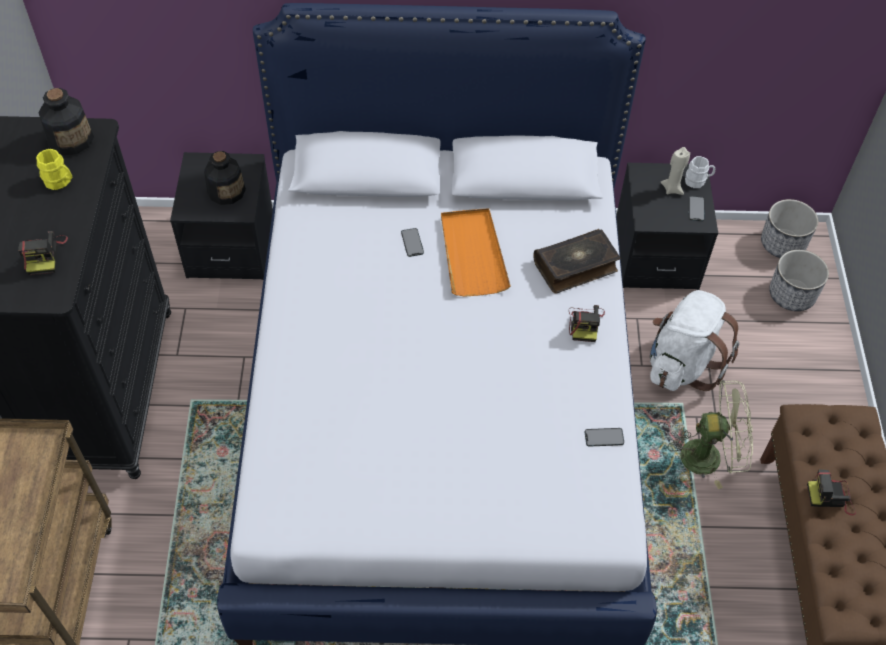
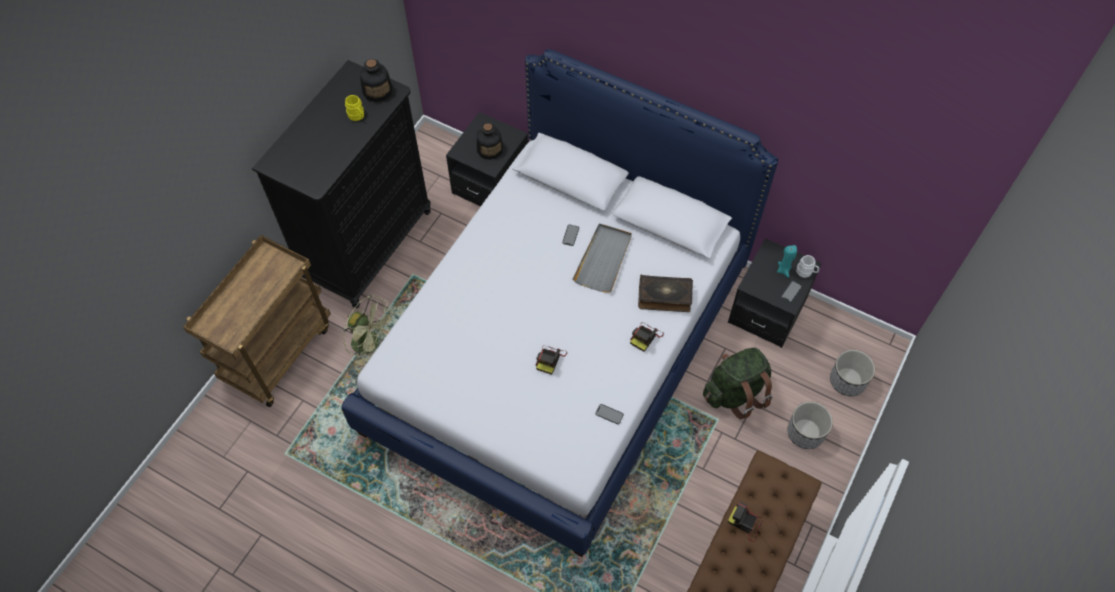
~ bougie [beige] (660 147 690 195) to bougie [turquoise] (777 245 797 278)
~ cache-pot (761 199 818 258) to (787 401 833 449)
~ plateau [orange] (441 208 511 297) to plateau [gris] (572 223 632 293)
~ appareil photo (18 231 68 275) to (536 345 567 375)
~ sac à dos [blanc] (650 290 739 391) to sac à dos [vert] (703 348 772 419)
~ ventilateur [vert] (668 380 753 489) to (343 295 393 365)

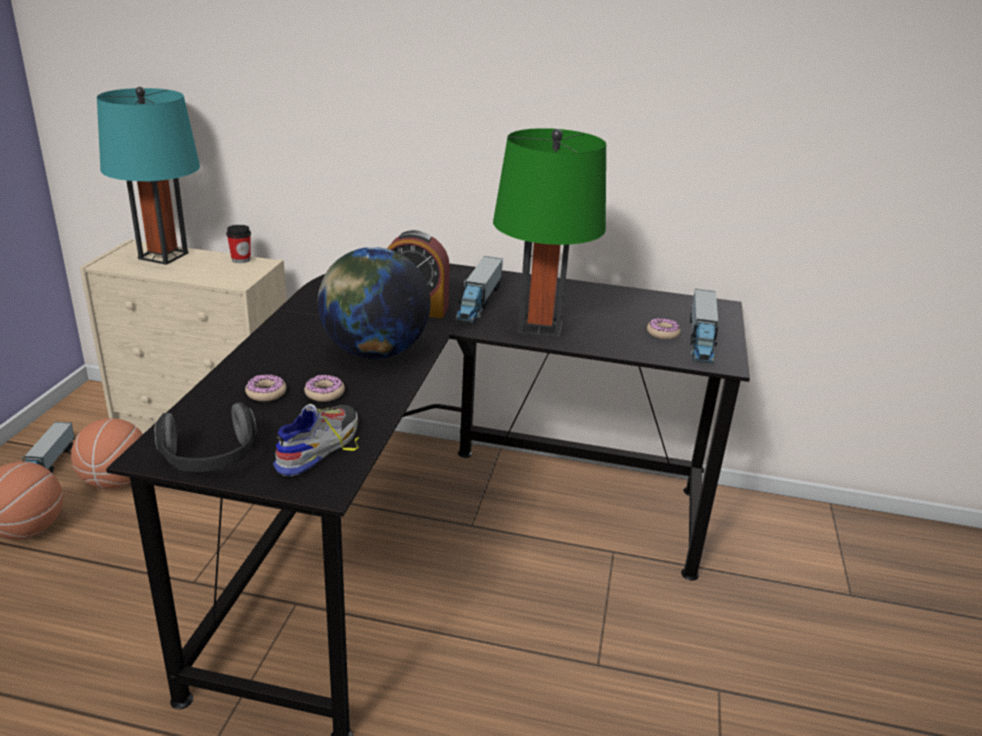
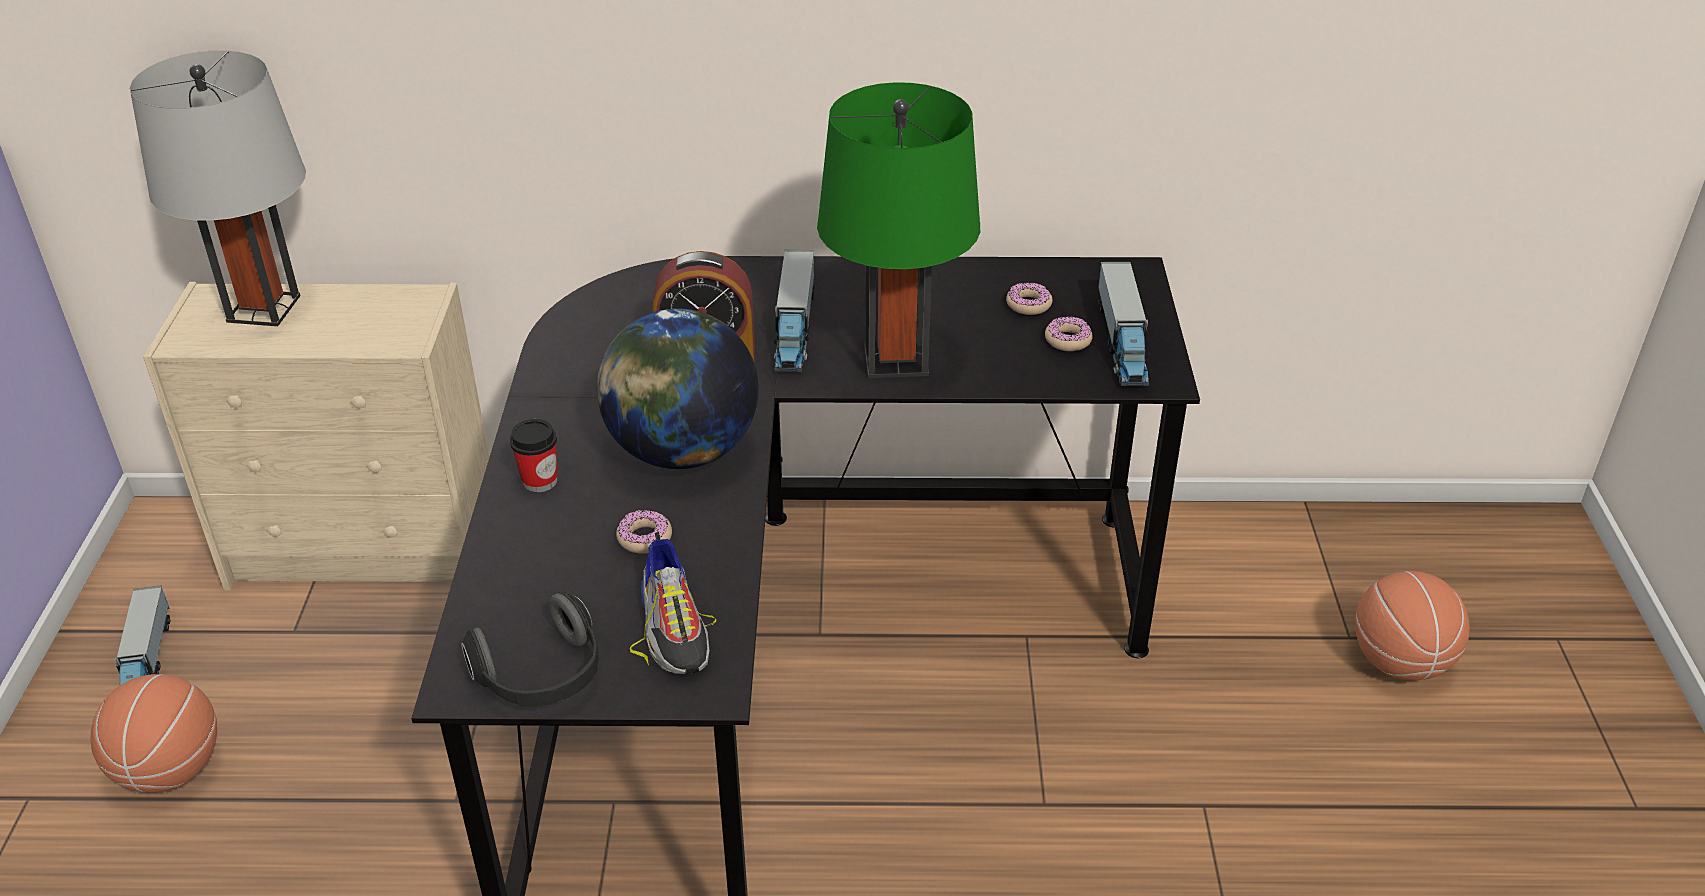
~ lampe de table [turquoise] (97 87 200 265) to lampe de table [gris] (129 50 306 326)
~ tasse (226 225 251 263) to (510 419 558 492)
~ beignet (245 374 286 401) to (1006 282 1052 315)
~ chaussure (273 404 359 477) = (630 532 716 675) 150 degrees clockwise
~ ballon de basket (71 418 143 489) to (1355 571 1469 681)

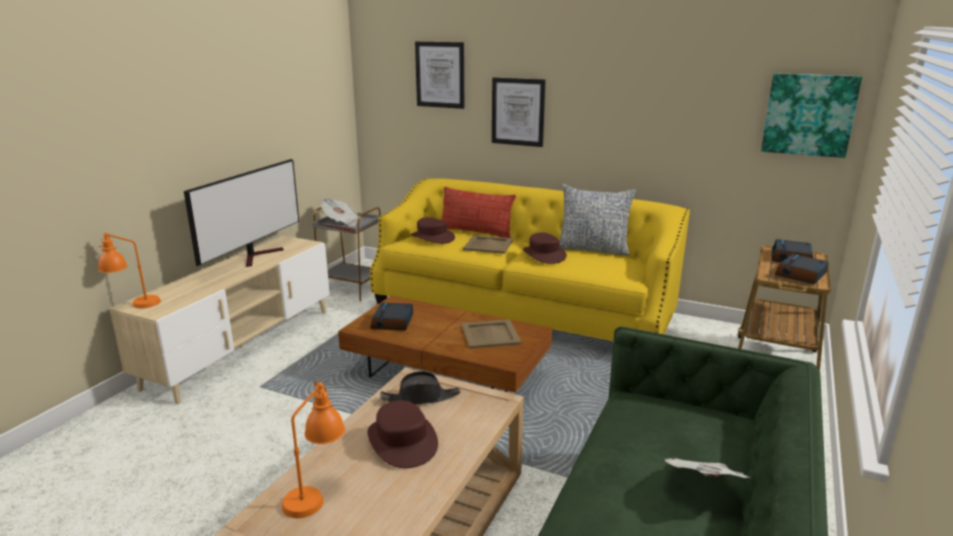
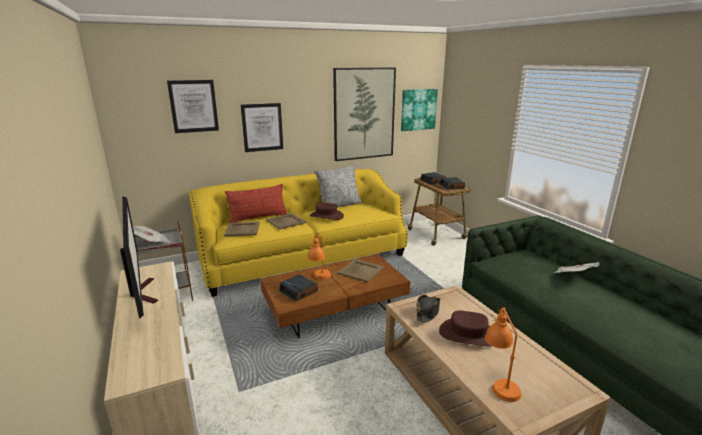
~ chapeau [marron] (411 217 455 244) to plateau [beige] (224 222 260 237)
~ lampe de table [orange] (98 233 161 309) to (308 235 331 279)
+ tableau (333 67 396 161)

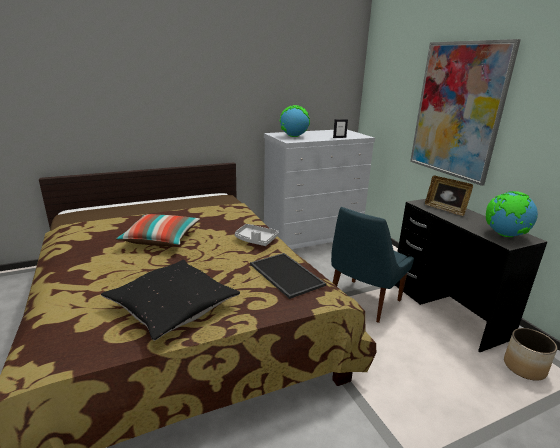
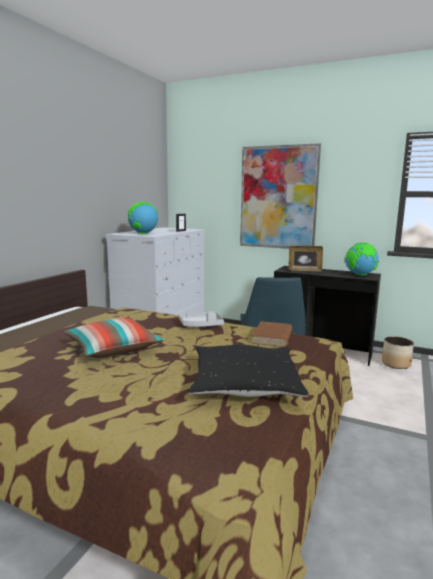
~ plateau (250 253 326 299) to livre [marron] (252 321 293 347)

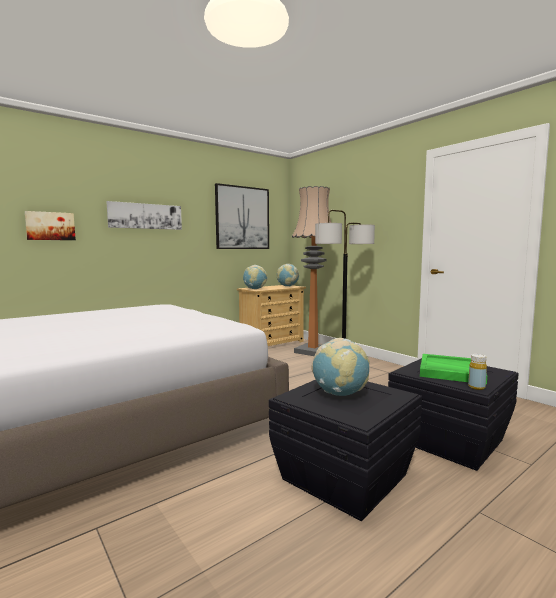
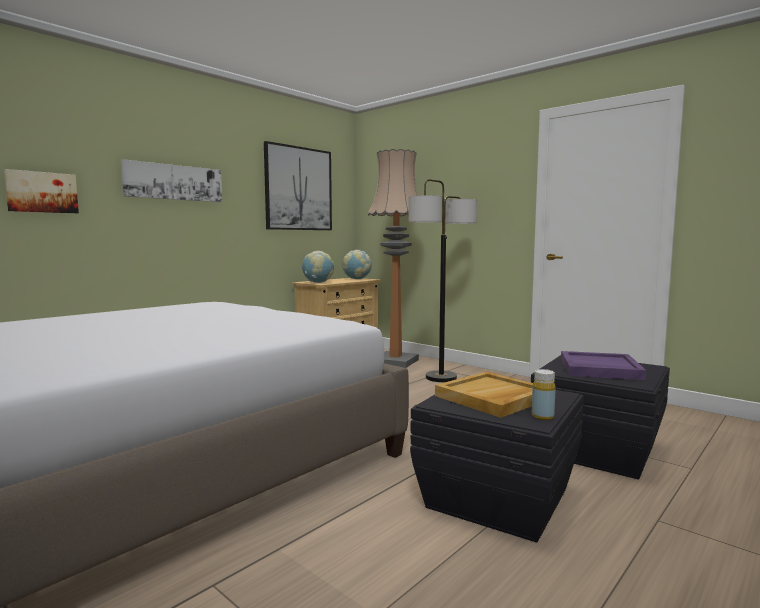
~ globe (312 338 369 396) to plateau [beige] (435 372 533 418)
~ plateau [vert] (420 354 487 385) to plateau [violet] (561 351 646 380)
~ bouteille [jaune] (468 354 487 390) to (532 369 556 420)

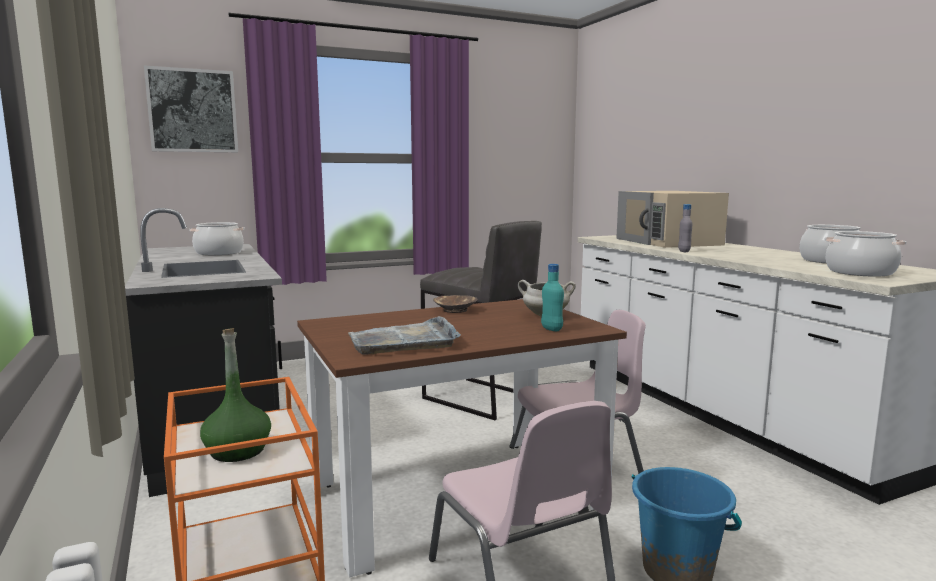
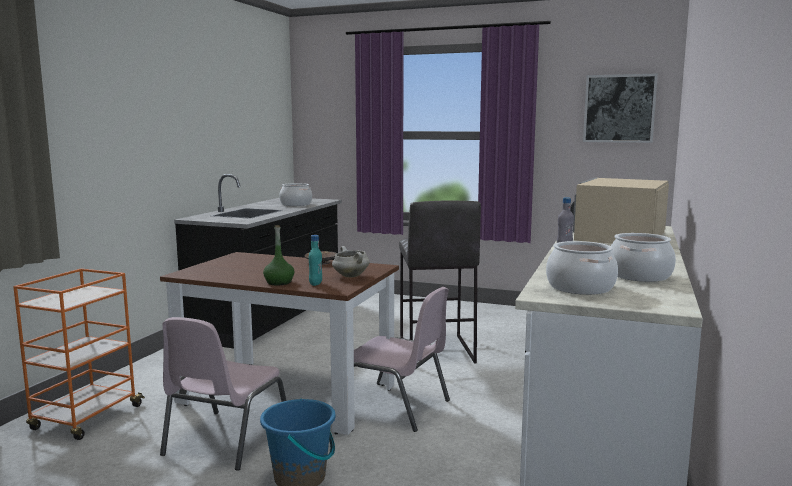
~ tableau (144 66 238 152) to (583 74 658 143)
- plateau [gris] (348 316 461 354)
~ bouteille [vert] (200 328 271 462) to (263 225 294 286)

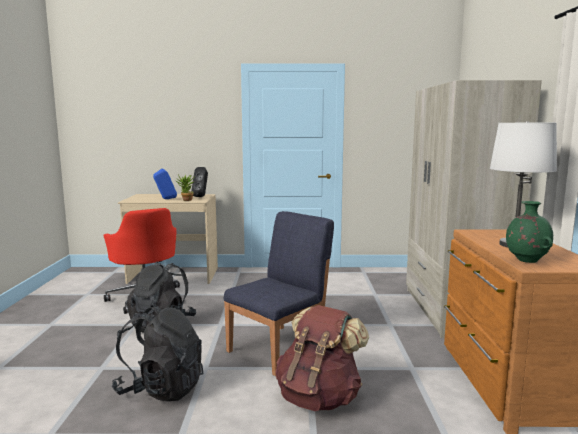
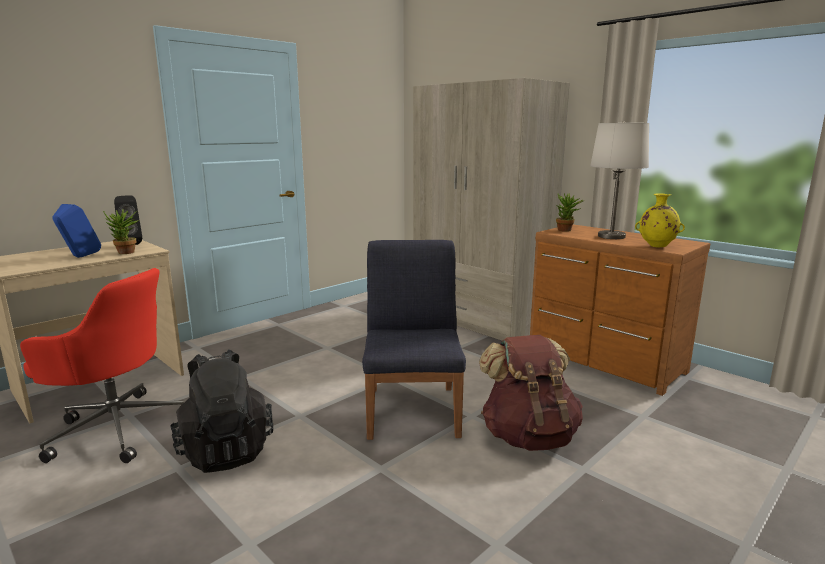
~ vase [vert] (506 201 553 263) to vase [jaune] (635 193 685 247)
- sac à dos [noir] (112 305 203 401)
+ plante en pot (556 193 585 232)

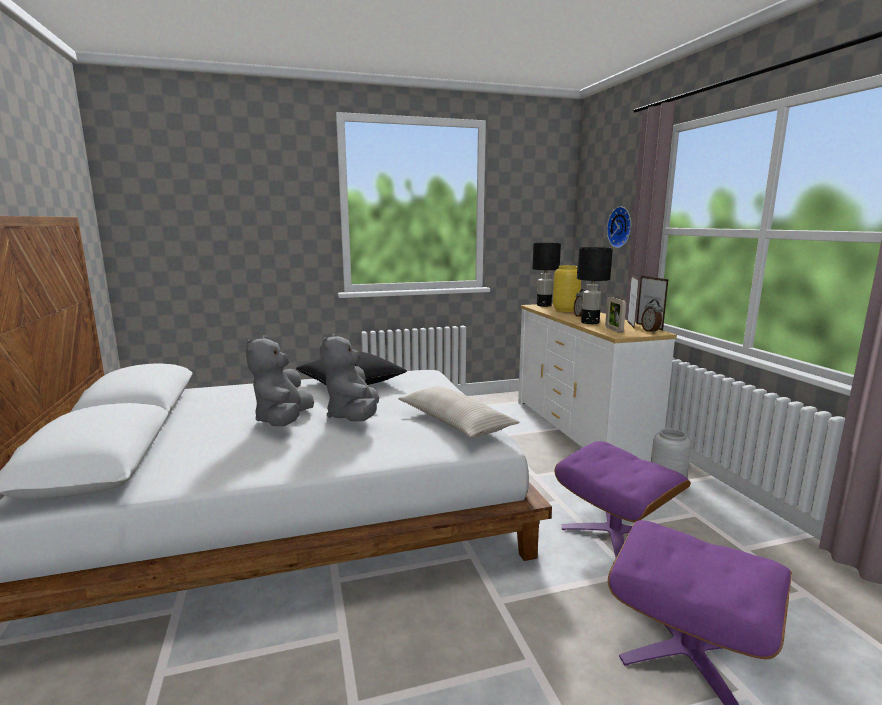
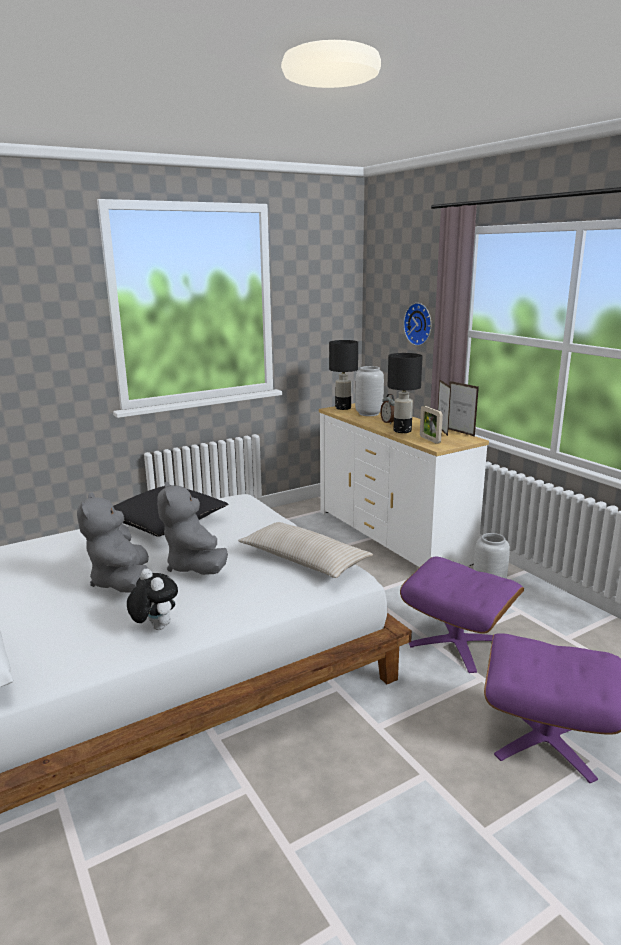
~ vase [jaune] (553 265 581 312) to vase [gris] (355 366 384 416)
- réveil (641 299 663 333)
+ peluche (127 569 178 630)

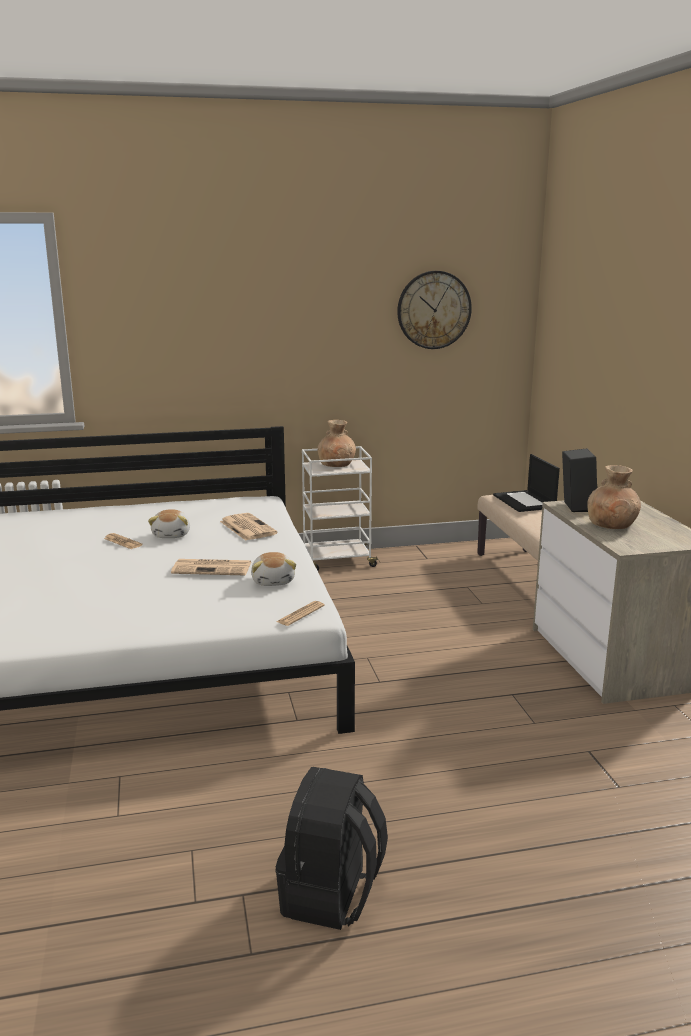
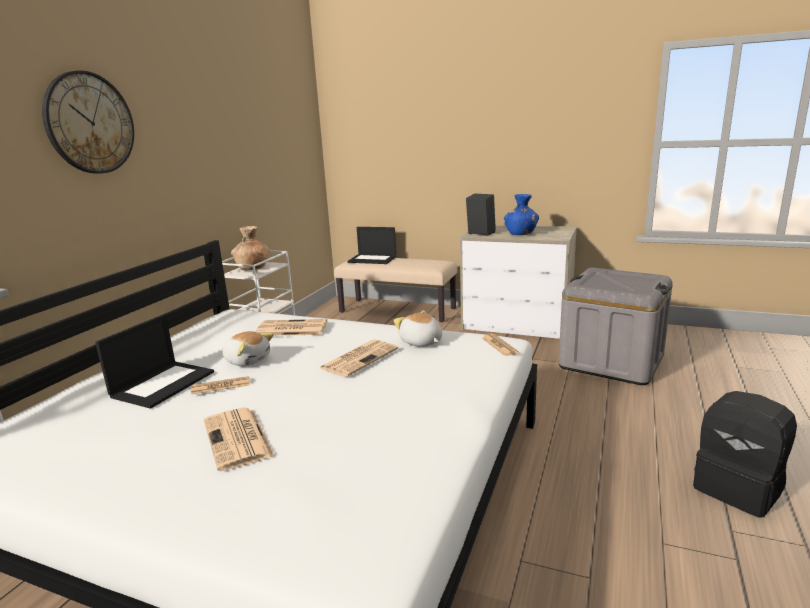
~ horloge murale (397 271 472 349) to (42 71 134 174)
~ vase [marron] (587 465 641 529) to vase [bleu] (504 194 539 235)
~ peluche (251 552 296 586) = (394 310 442 347) 150 degrees counterclockwise
+ boîte de rangement [gris] (559 268 673 385)
+ ordinateur portable (95 314 214 409)
+ journal (204 407 274 471)

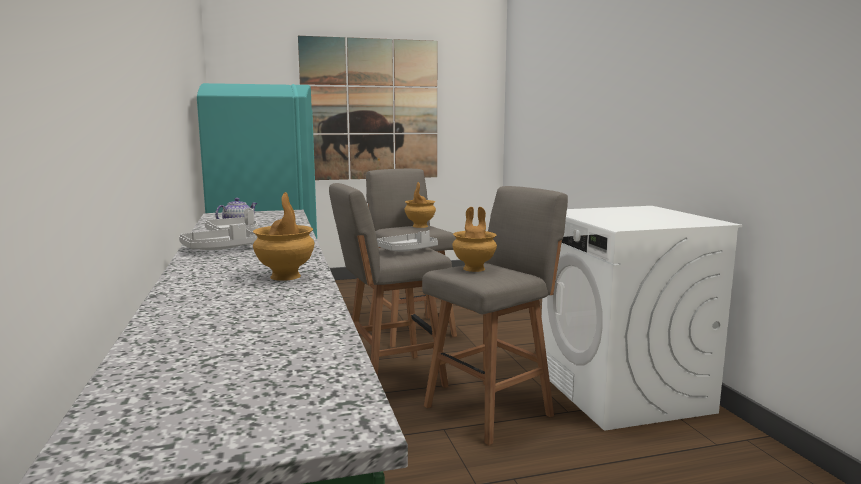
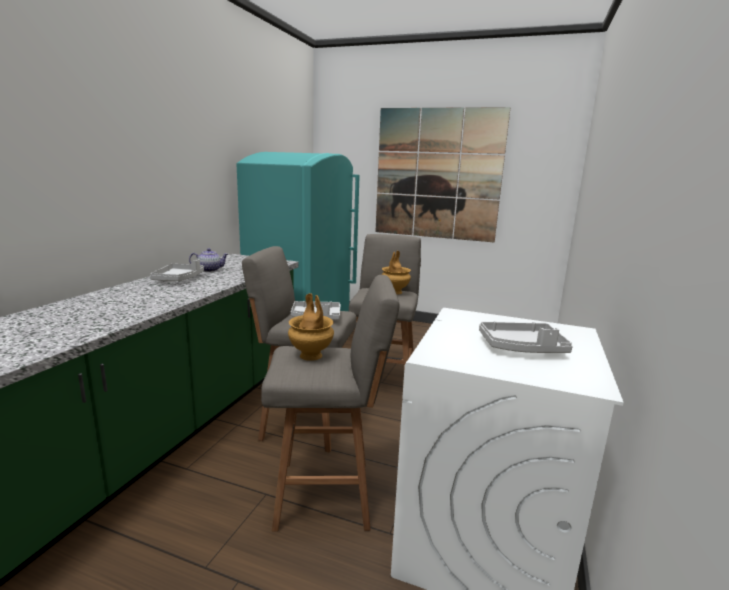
- vase [marron] (253 192 315 281)
~ plateau [gris] (179 223 258 250) to (479 321 573 353)

